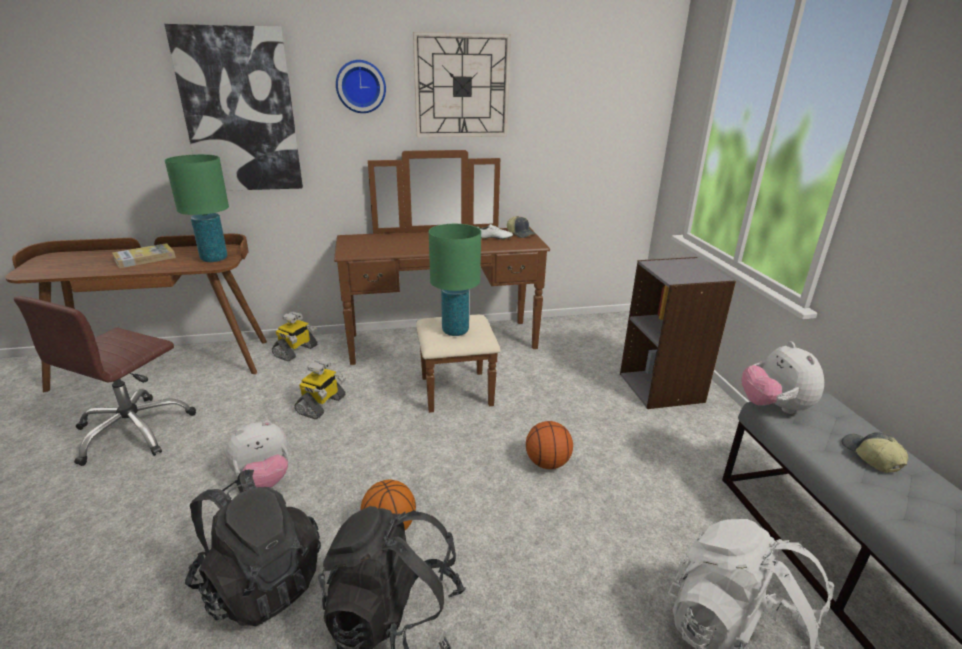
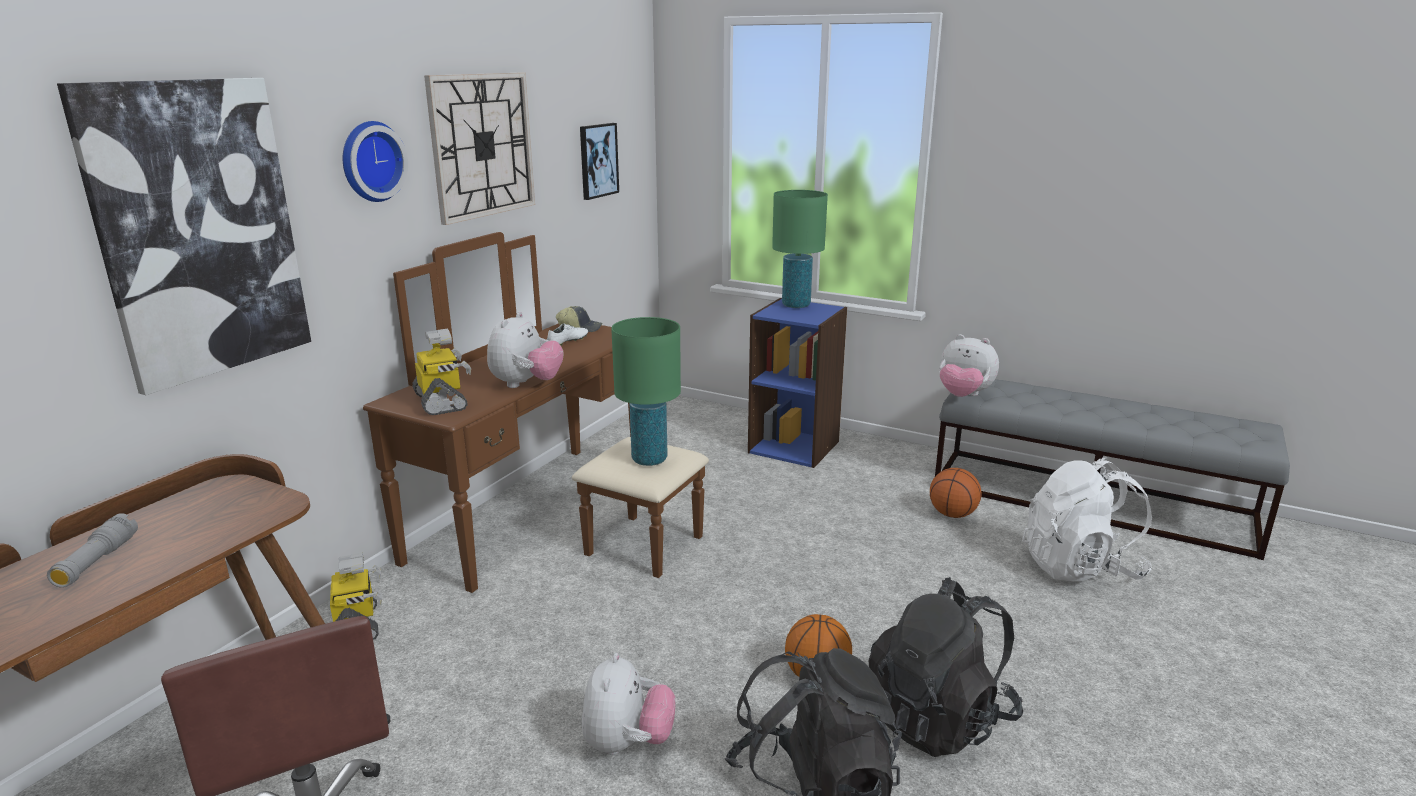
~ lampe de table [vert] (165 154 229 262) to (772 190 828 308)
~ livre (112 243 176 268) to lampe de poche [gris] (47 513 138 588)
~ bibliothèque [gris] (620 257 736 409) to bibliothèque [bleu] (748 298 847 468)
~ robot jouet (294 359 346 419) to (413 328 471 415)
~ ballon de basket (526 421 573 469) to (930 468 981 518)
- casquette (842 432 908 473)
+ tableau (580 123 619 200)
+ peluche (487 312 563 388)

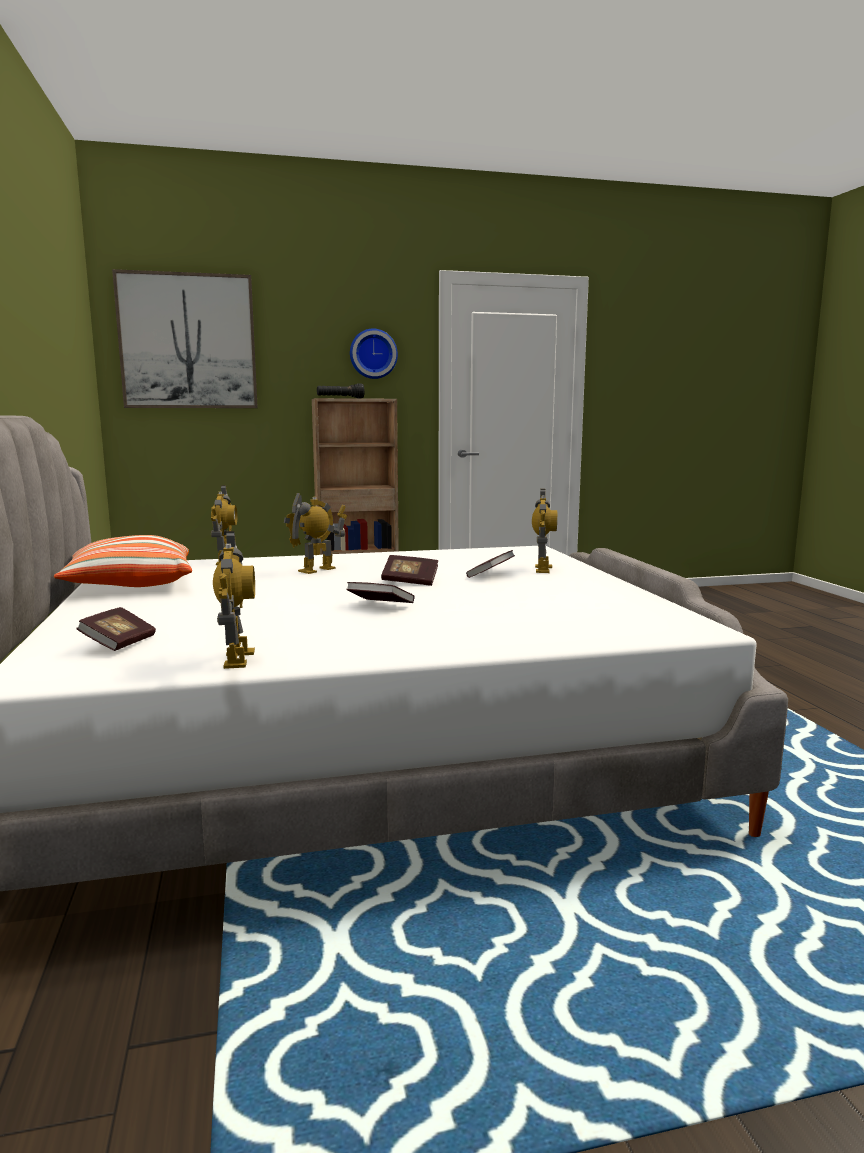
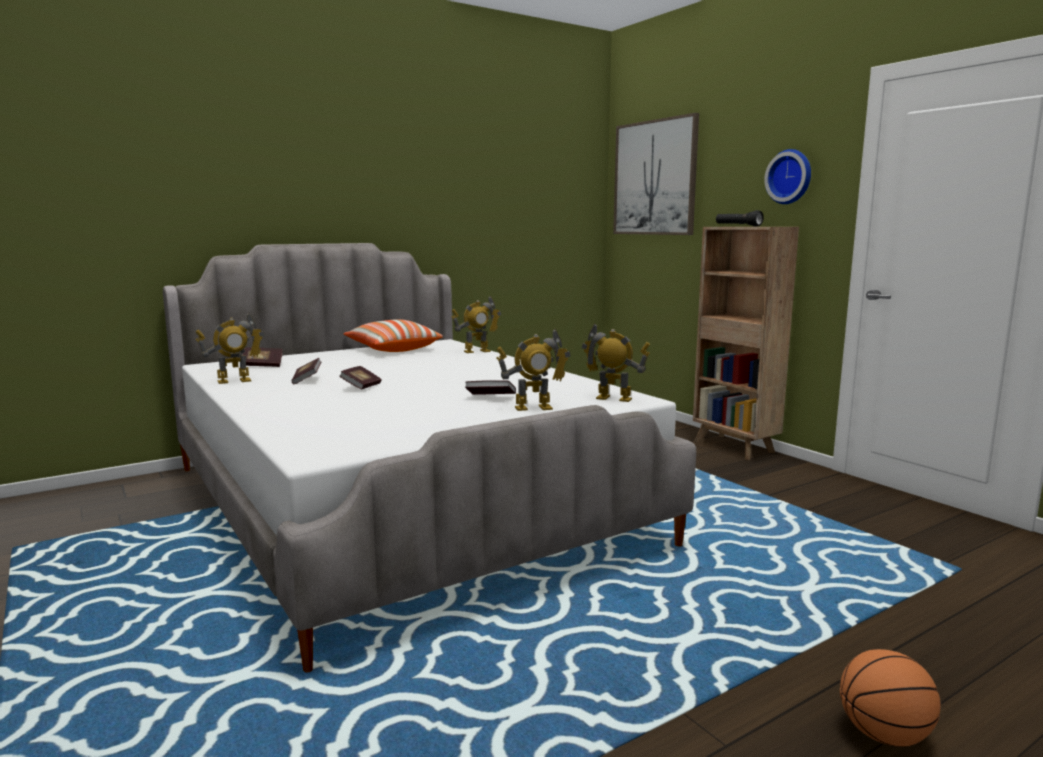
~ robot jouet (284 493 347 574) to (582 323 650 402)
~ livre (381 555 438 586) to (291 358 321 384)
+ ballon de basket (840 649 941 747)

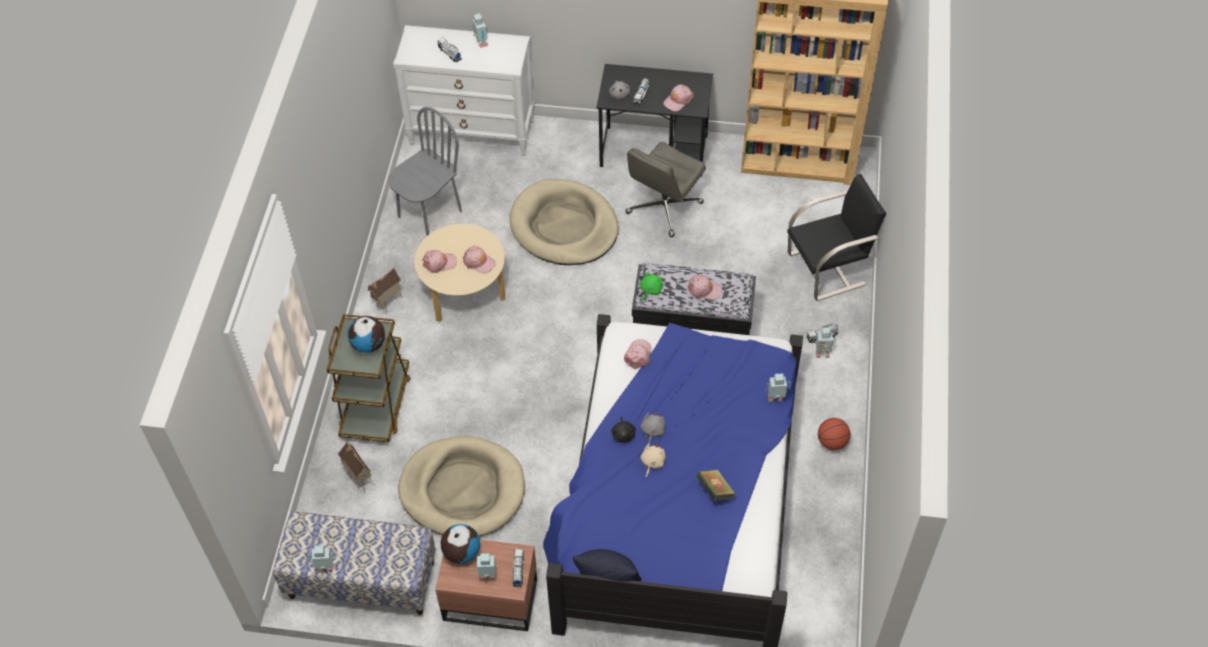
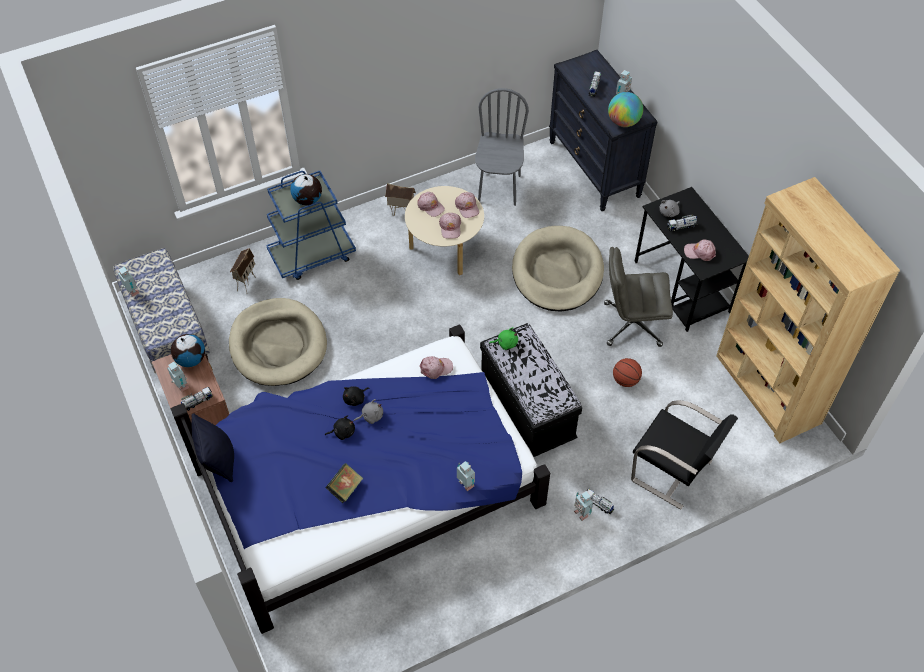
~ commode [blanc] (393 25 534 156) to commode [noir] (549 50 658 211)
~ chaise [gris] (388 107 462 236) = (475 88 529 206) 90 degrees counterclockwise
~ casquette [rose] (688 274 722 300) to (455 192 479 218)
~ chariot [marron] (327 314 411 443) to chariot [bleu] (266 171 356 280)
~ ballon de basket (818 418 850 450) to (613 358 642 387)
~ peluche [beige] (641 443 665 478) to peluche [noir] (325 415 355 440)
+ globe (608 92 643 127)

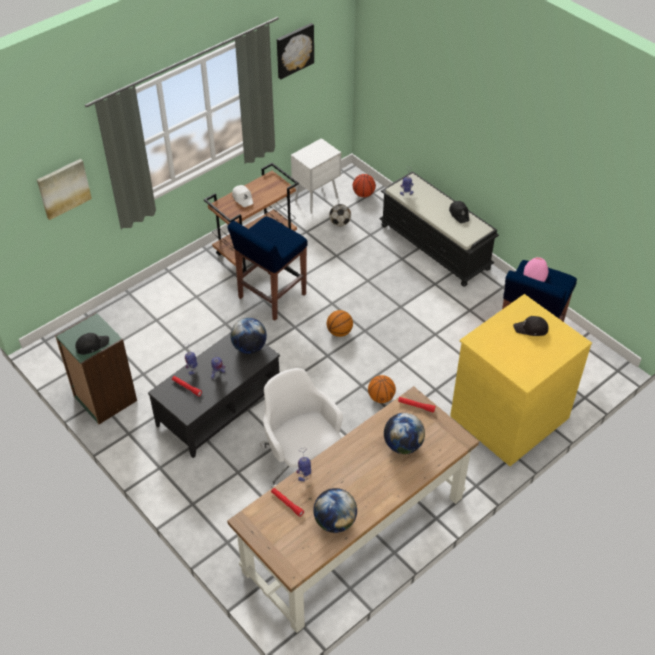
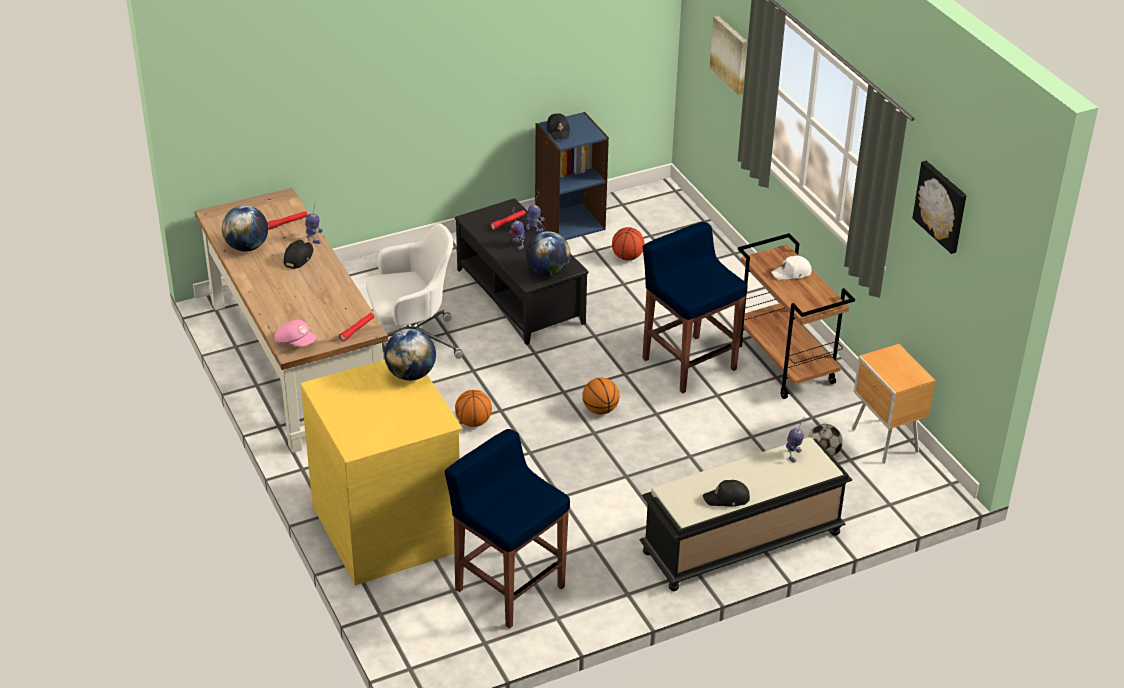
~ table de chevet [blanc] (291 138 341 214) to table de chevet [marron] (852 344 936 464)
~ ballon de basket (353 174 376 197) to (612 227 645 261)
~ casquette [rose] (524 257 548 282) to (274 320 316 347)
~ bibliothèque [vert] (55 312 137 424) to bibliothèque [bleu] (535 112 609 240)
~ casquette [noir] (513 316 548 336) to (284 240 313 269)
~ globe (384 413 425 454) to (384 329 436 381)

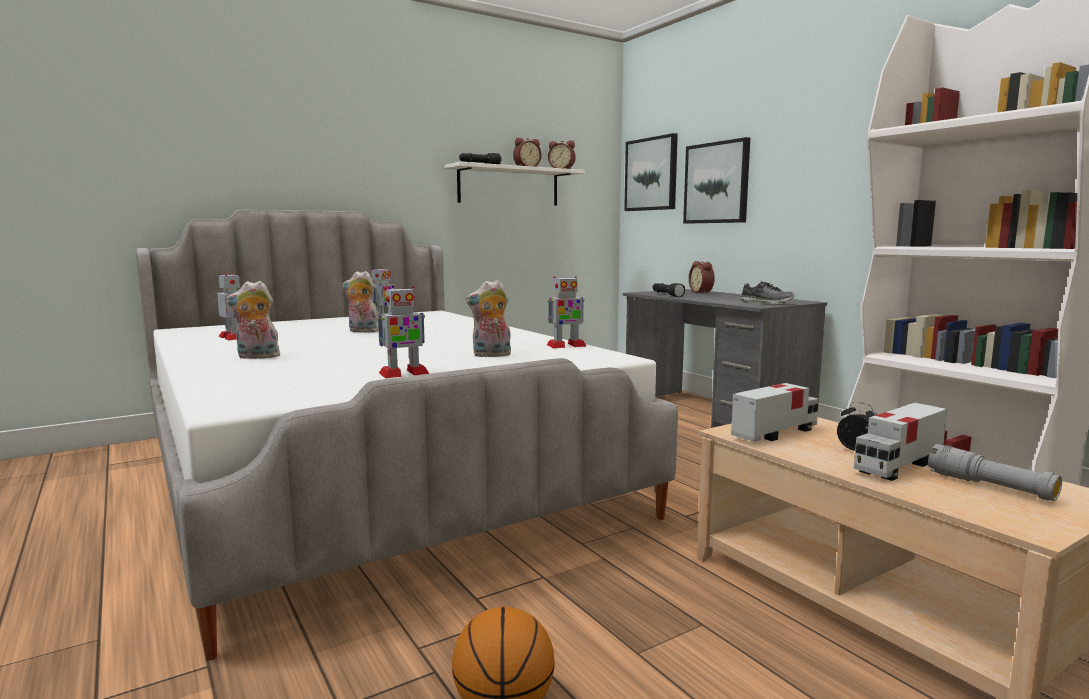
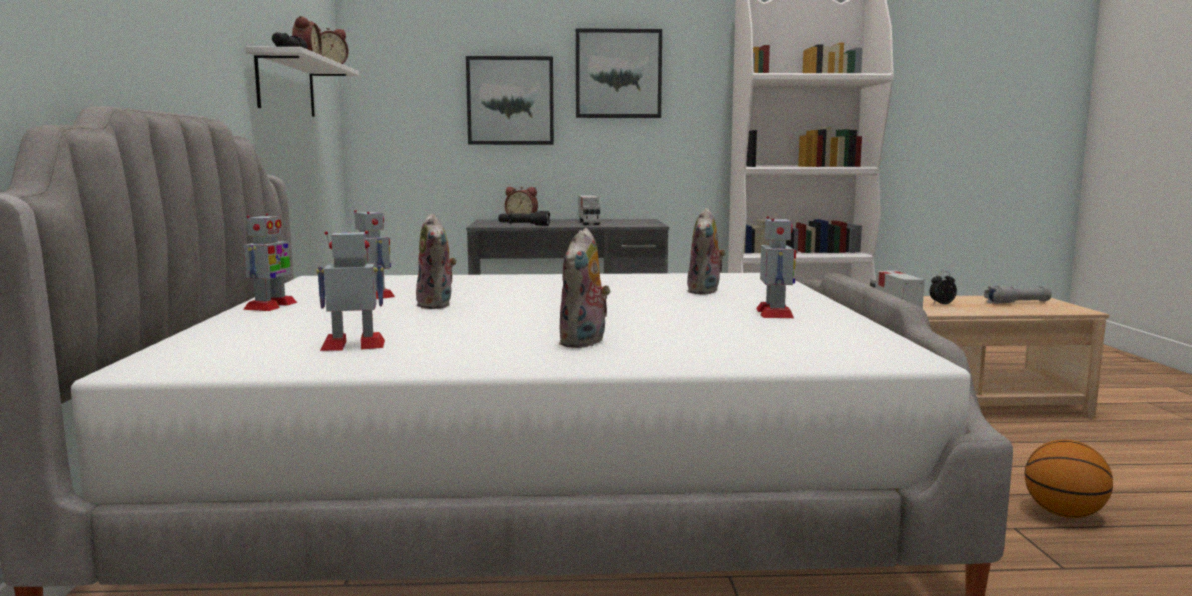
~ tableau (624 133 678 211) to (576 28 662 118)
~ peluche (343 271 378 333) = (415 213 457 309) 60 degrees counterclockwise
~ robot jouet (547 276 587 348) to (243 213 297 311)
- chaussure (740 281 795 304)
~ camion jouet (854 403 947 481) to (578 195 600 225)

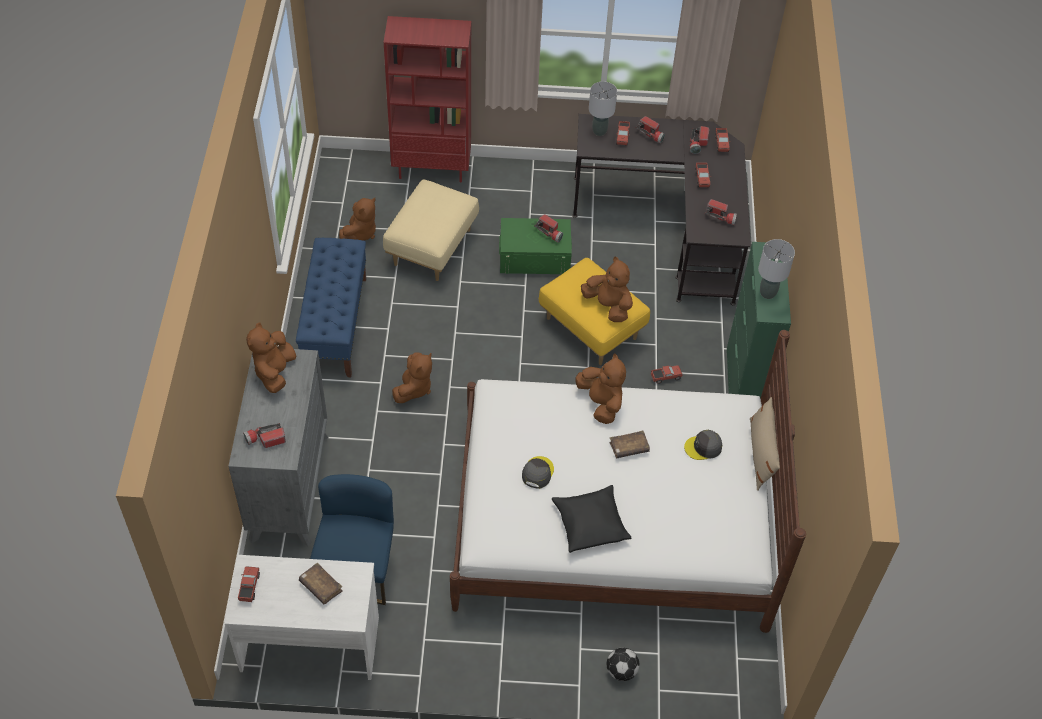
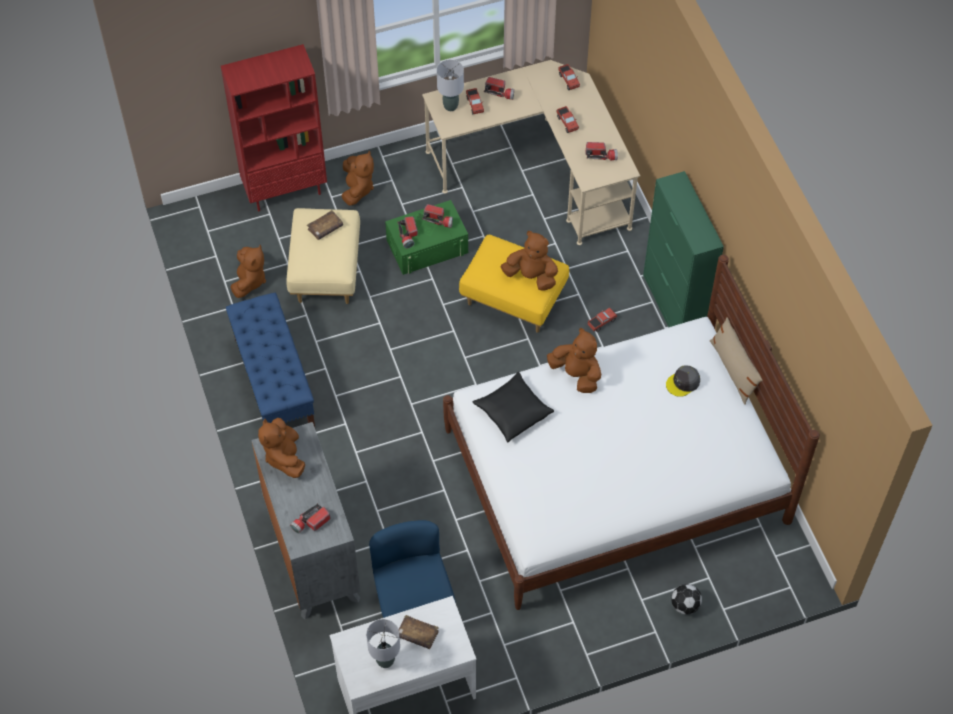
~ bureau [noir] (572 114 751 306) to bureau [beige] (422 60 640 245)
~ lampe de poche (690 126 709 154) to (397 216 418 248)
~ lampe de table [gris] (758 239 795 299) to (366 619 400 668)
~ peluche [marron] (392 352 432 403) to (341 150 374 206)
~ livre [marron] (610 431 650 458) to (307 210 343 240)
- casquette [gris] (522 456 554 489)
~ coussin [noir] (552 485 631 553) to (473 372 554 442)
- camion jouet (238 566 260 602)

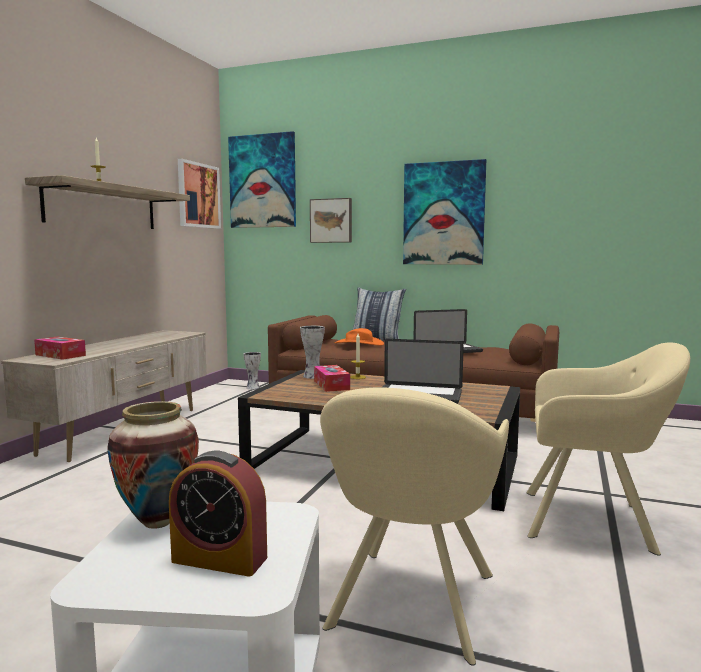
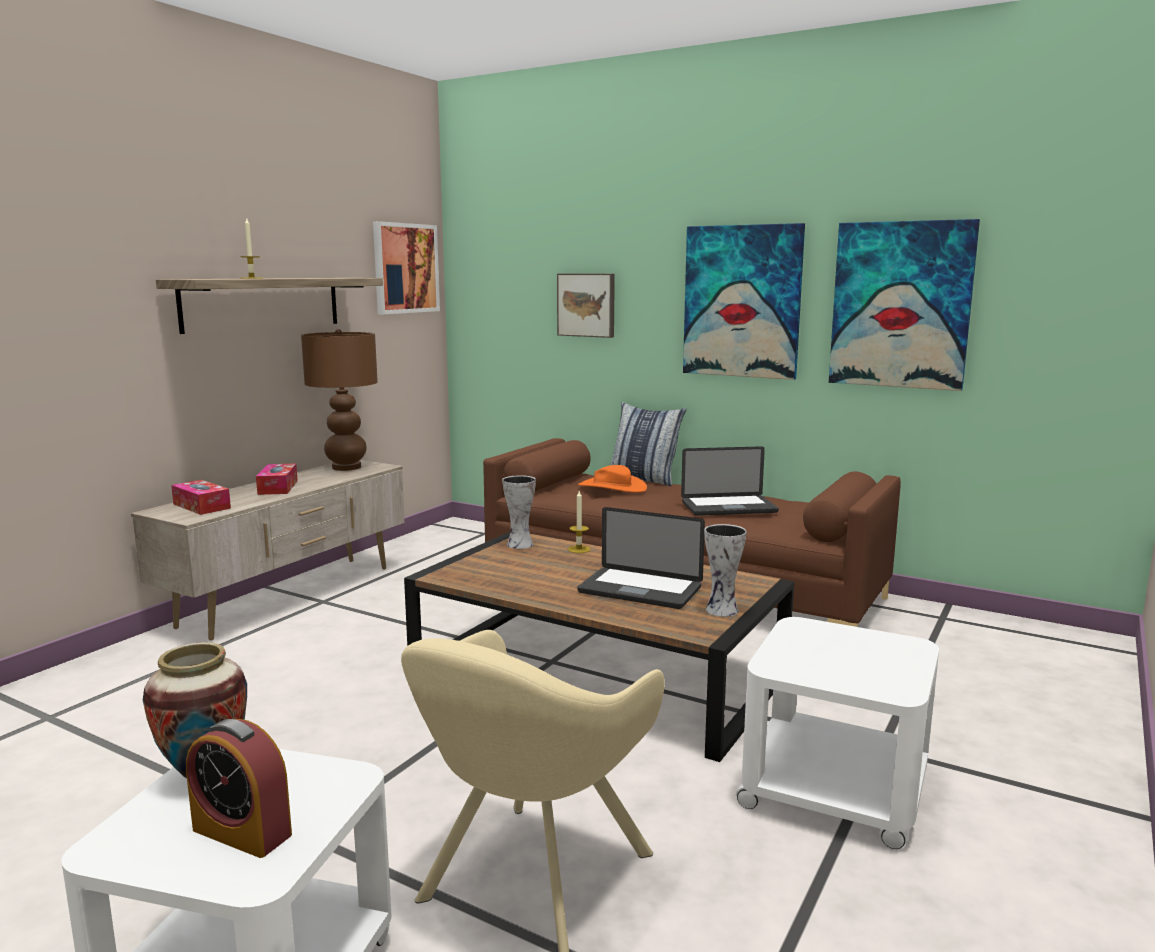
~ tableau (228 131 296 228) to (829 219 980 391)
~ fauteuil [beige] (526 342 690 556) to table d'appoint [blanc] (735 617 939 849)
~ vase (243 352 261 390) to (704 524 747 617)
~ boîte à mouchoirs (314 365 350 392) to (256 463 298 495)
+ lampe de table [marron] (301 329 378 471)

